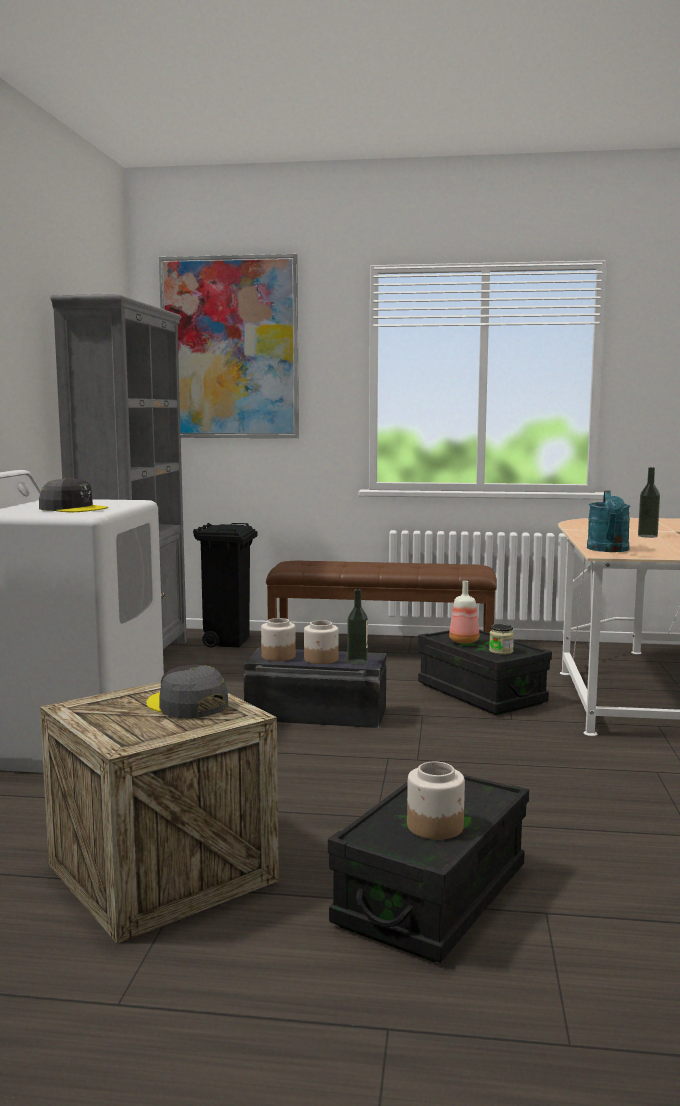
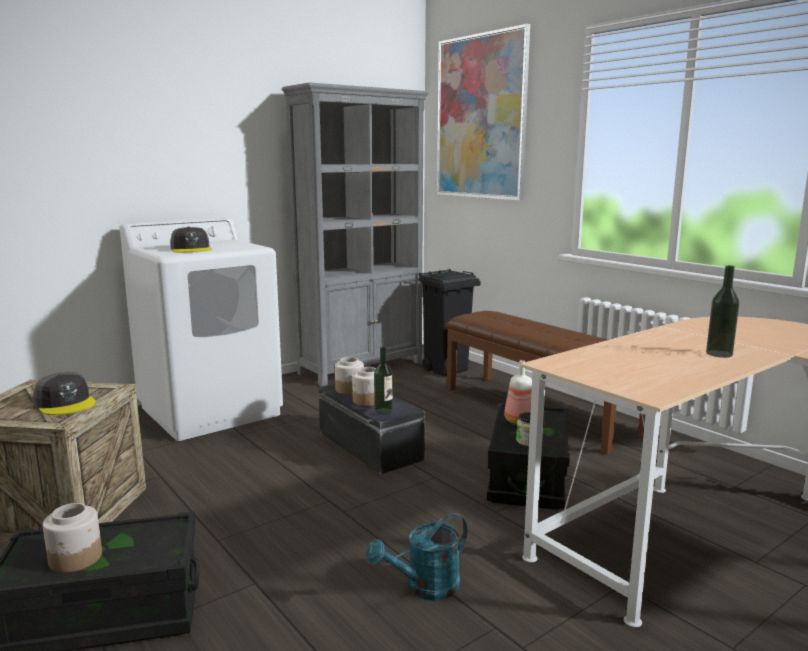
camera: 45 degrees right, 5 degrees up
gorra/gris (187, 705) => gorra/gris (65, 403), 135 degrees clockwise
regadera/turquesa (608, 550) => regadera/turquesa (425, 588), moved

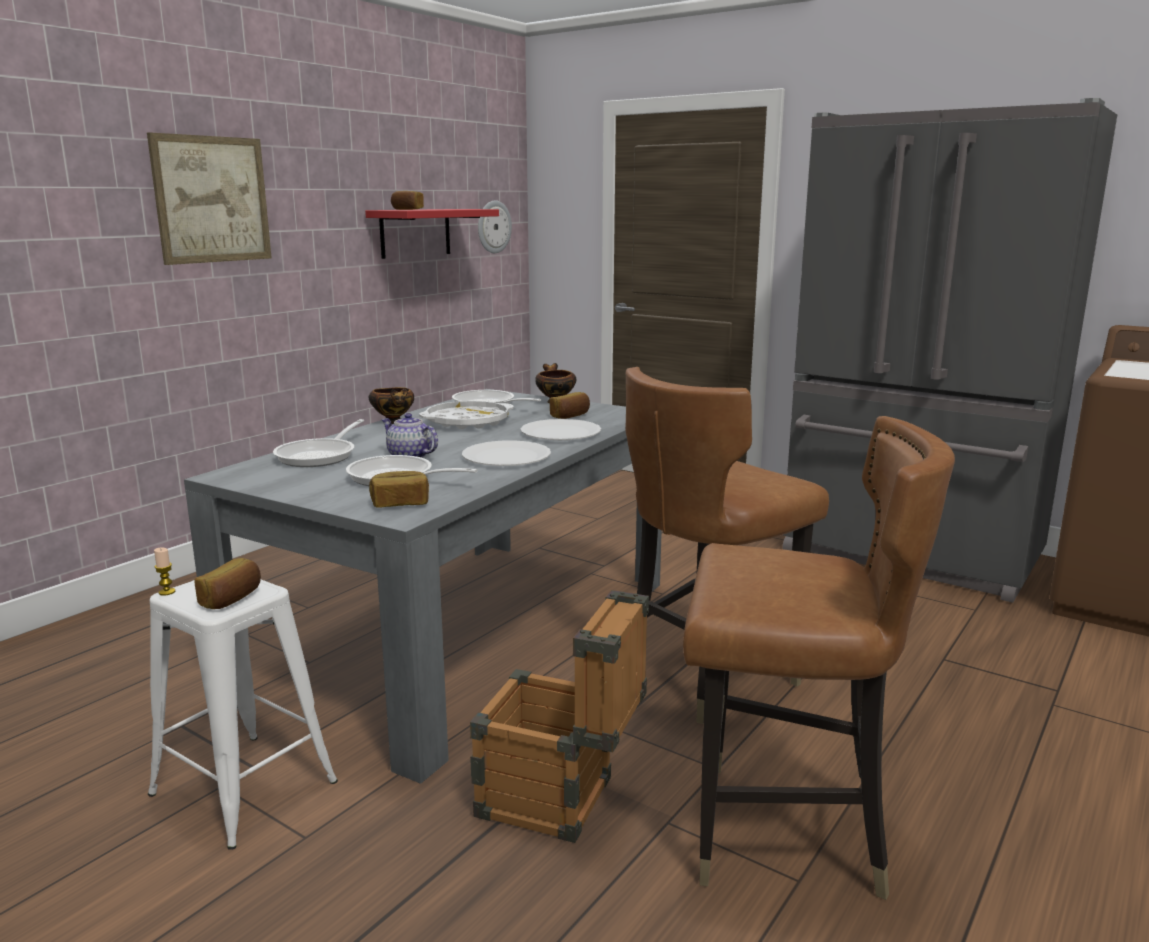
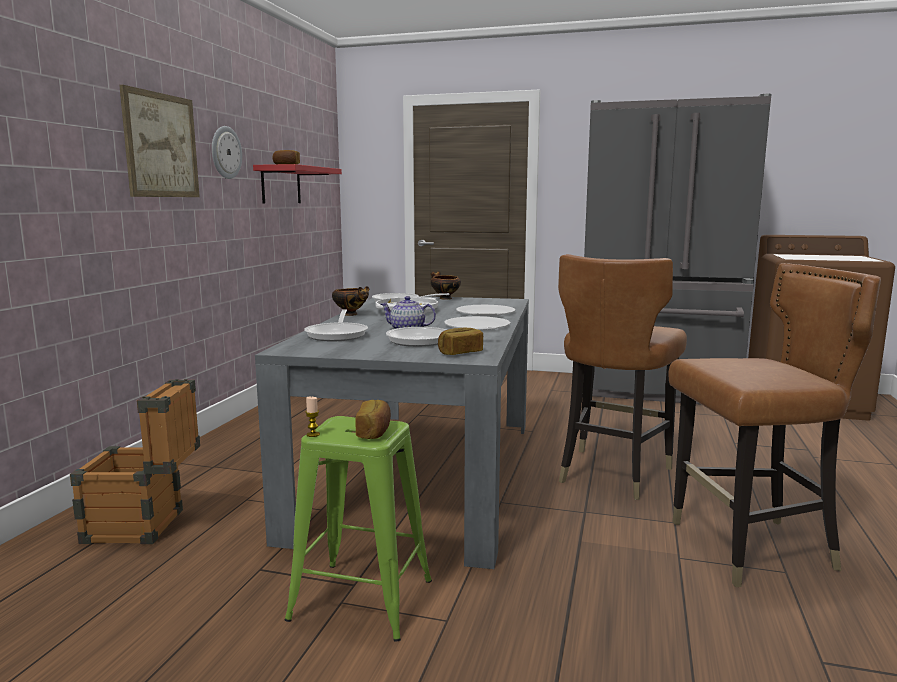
camera: 20 degrees left, 5 degrees down
taburete/blanco (244, 789) => taburete/verde (363, 600)
caja de embalaje (561, 802) => caja de embalaje (145, 527), moved
reloj de pared (493, 227) => reloj de pared (225, 152), moved
pan (570, 416) => nothing

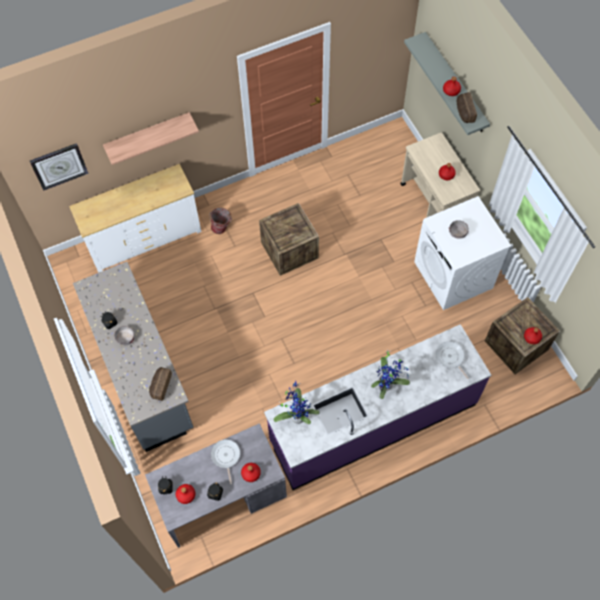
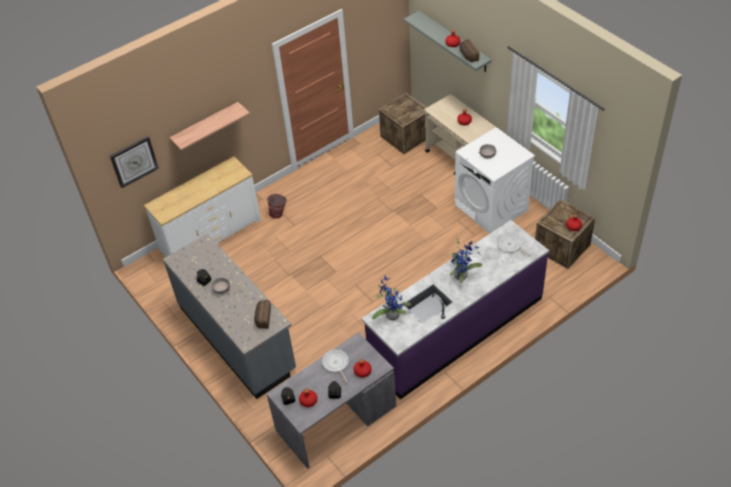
camera: 10 degrees left, 15 degrees down
caja de embalaje (289, 250) => caja de embalaje (405, 137), moved

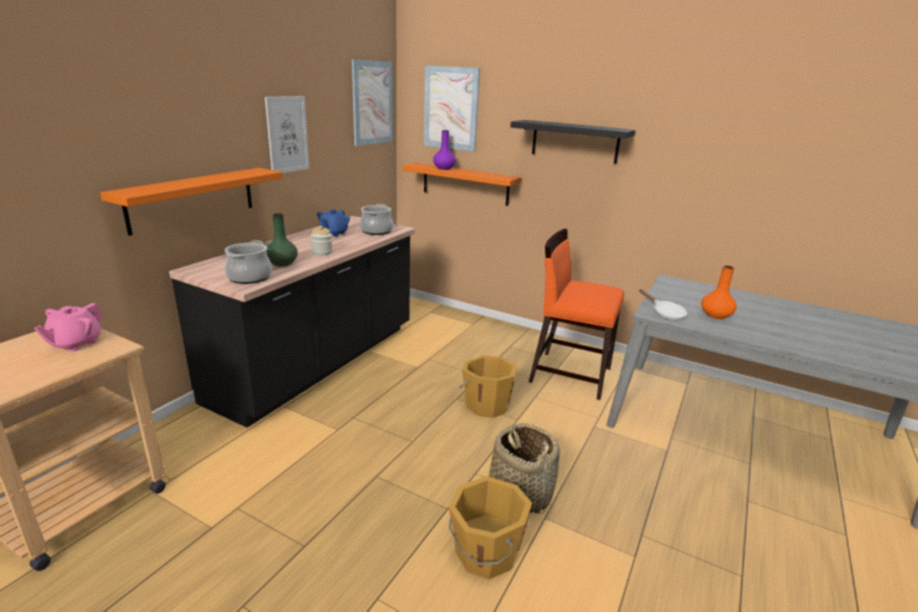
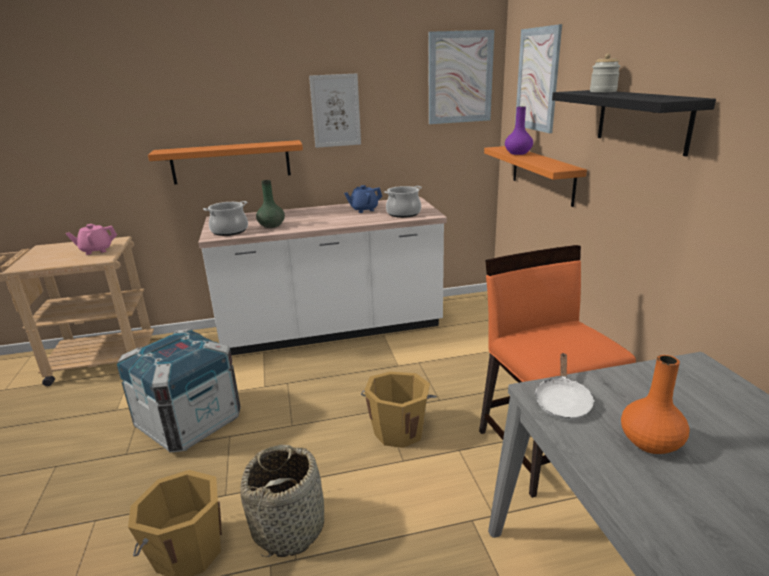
camera: 50 degrees right, 0 degrees up
mueble bajo de cocina/negro (318, 363) => mueble bajo de cocina/blanco (332, 329)
tarro (322, 252) => tarro (603, 91), moved
nothing => caja de embalaje (189, 422)

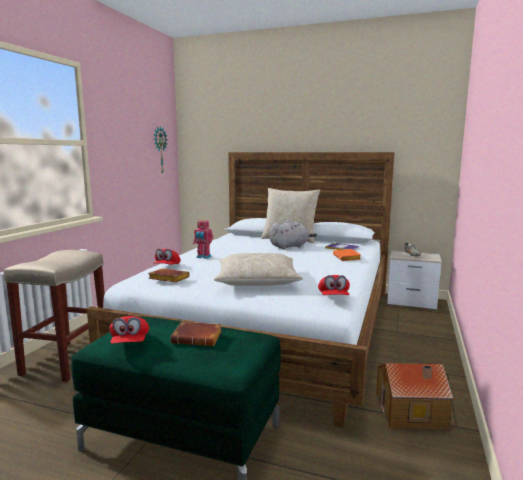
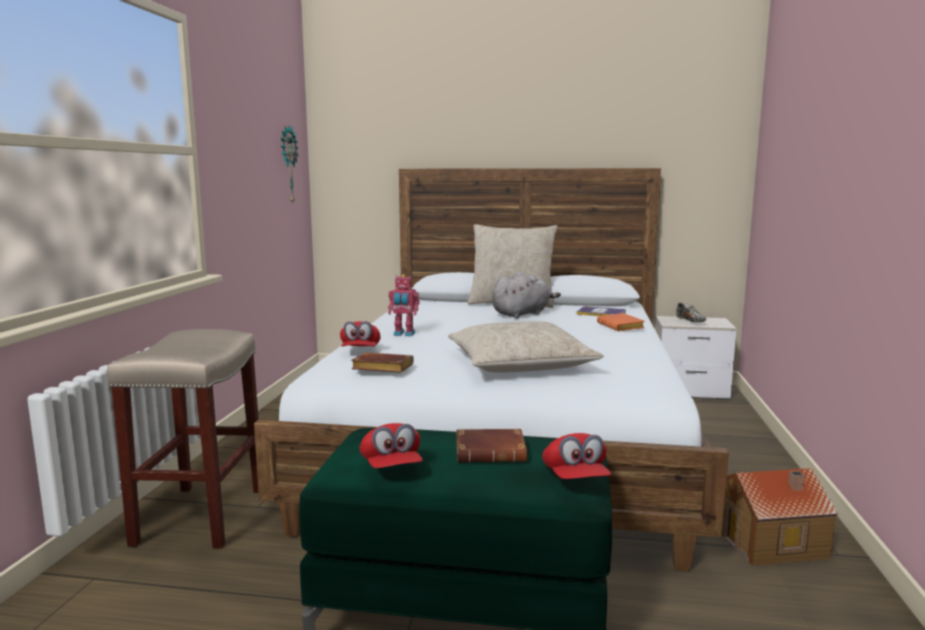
camera: 10 degrees left, 0 degrees up
gorra/rojo (333, 298) => gorra/rojo (575, 479), moved

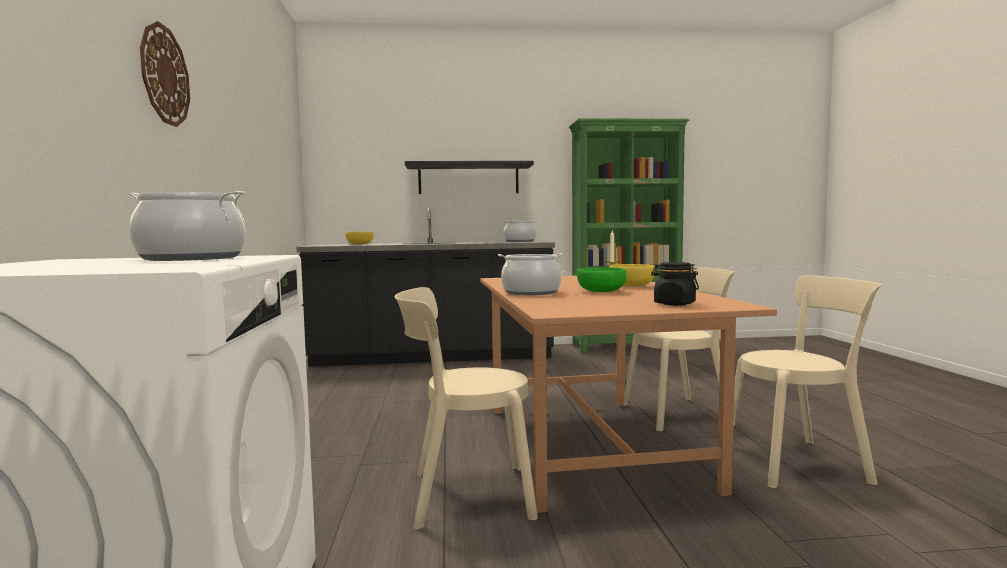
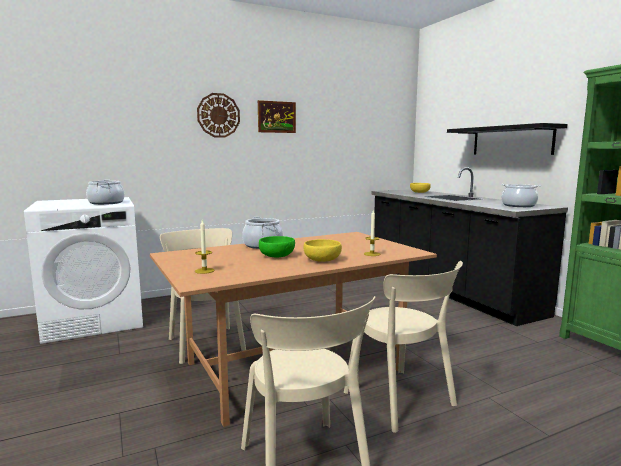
camera: 70 degrees right, 5 degrees up
tarro/negro (674, 304) => vela (204, 271)
nothing => cuadro (276, 117)

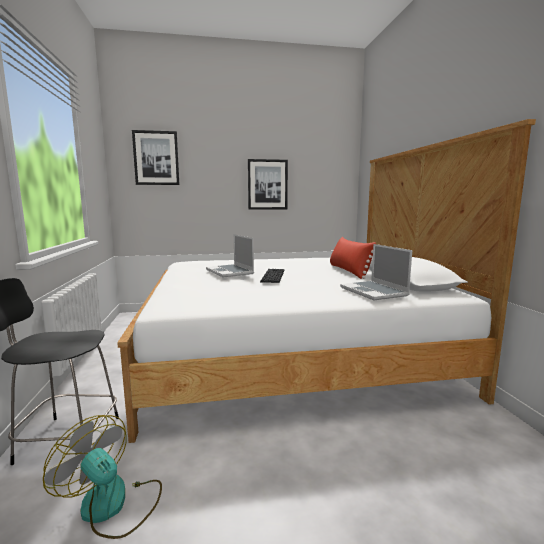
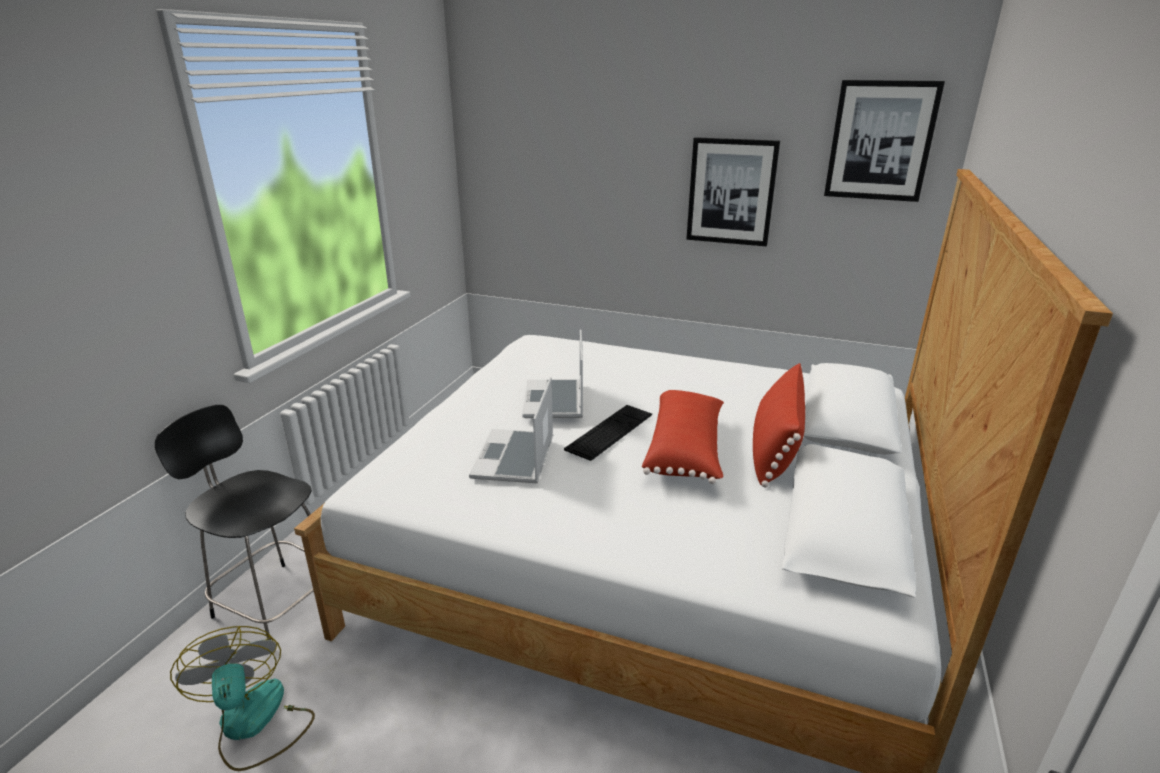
camera: 30 degrees right, 15 degrees up
cuadro (156, 158) => cuadro (880, 141), moved
portátil (374, 292) => portátil (515, 459), moved
nothing => cojín/rojo (686, 450)

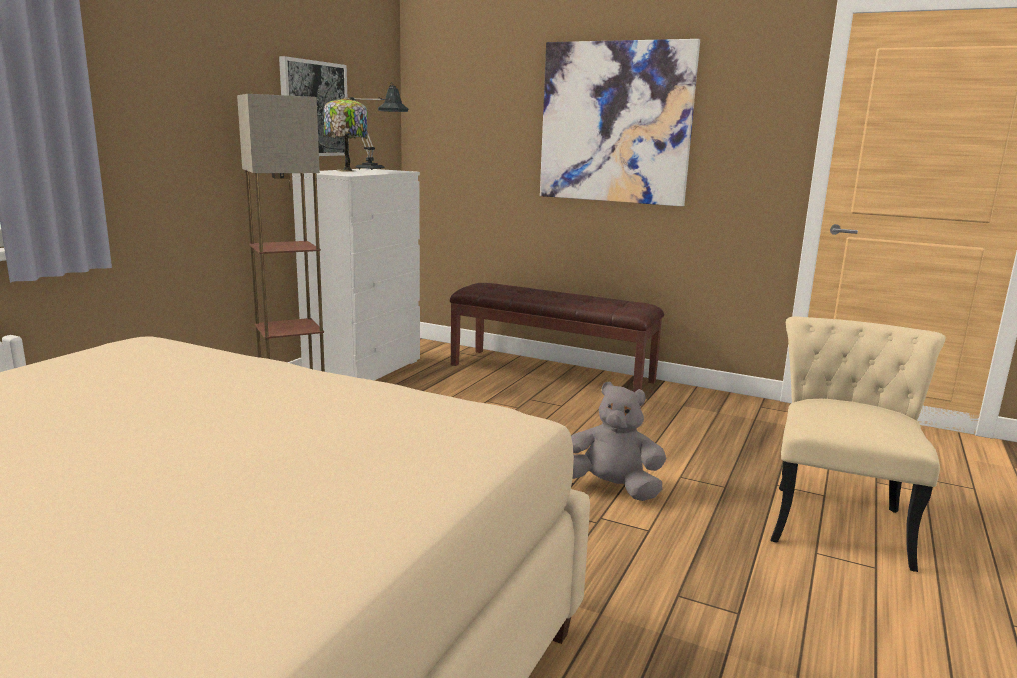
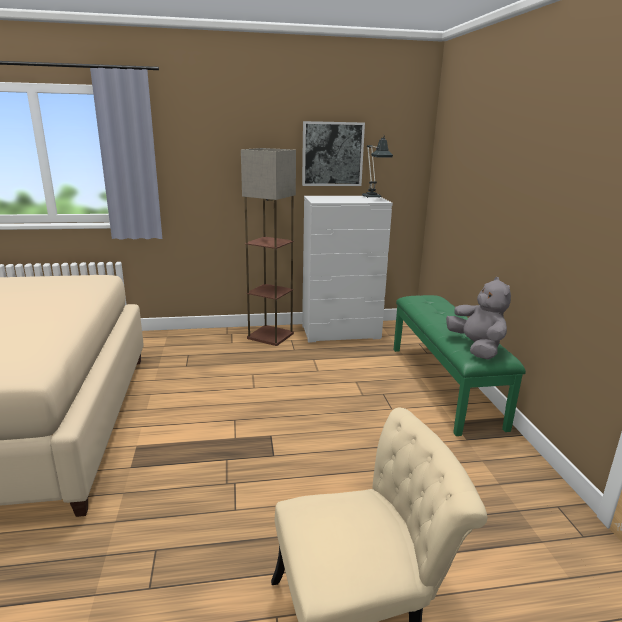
camera: 55 degrees right, 5 degrees up
lámpara de mesa (346, 171) => nothing
banco/marrón (552, 373) => banco/verde (444, 384)
cuadro (615, 123) => nothing
peluche/gris (611, 488) => peluche/gris (476, 348), moved

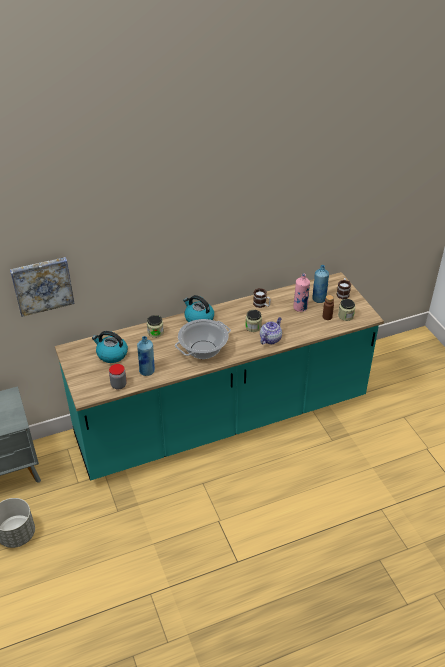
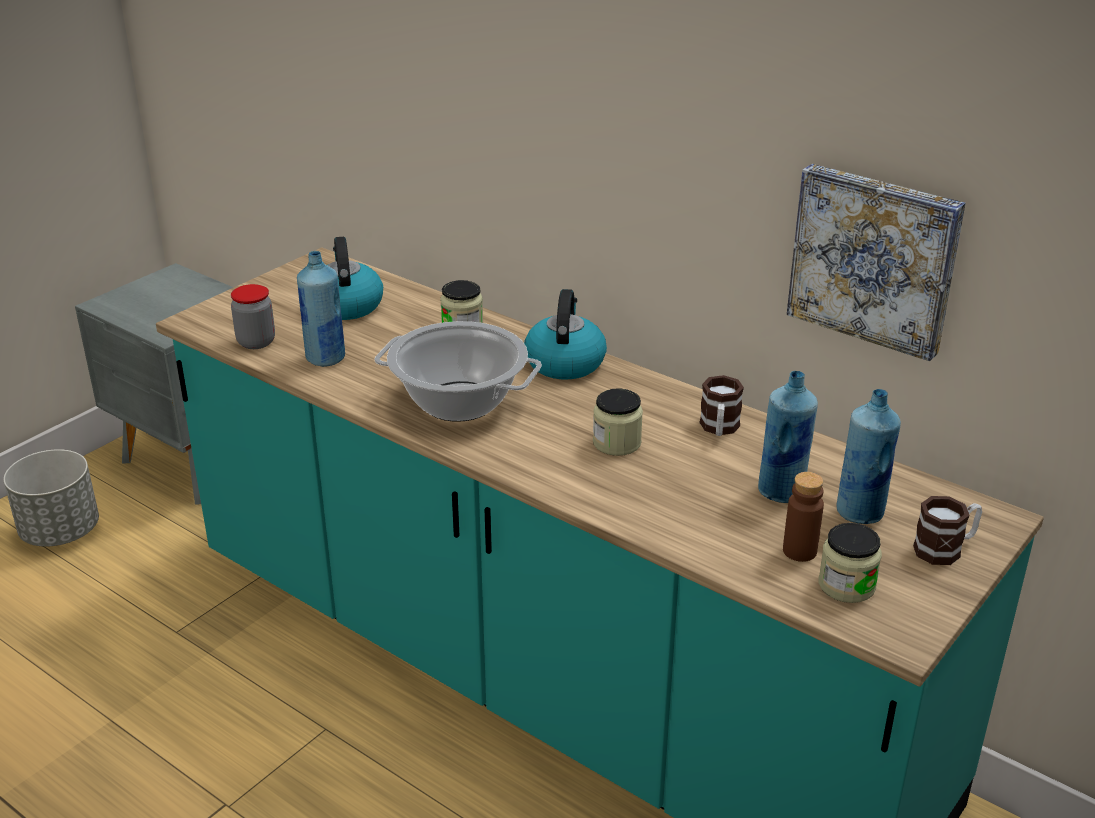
camera: 60 degrees right, 10 degrees down
cuadro (42, 285) => cuadro (875, 258), moved
tetera (270, 339) => nothing
botella/rosa (300, 308) => botella/azul (781, 492)

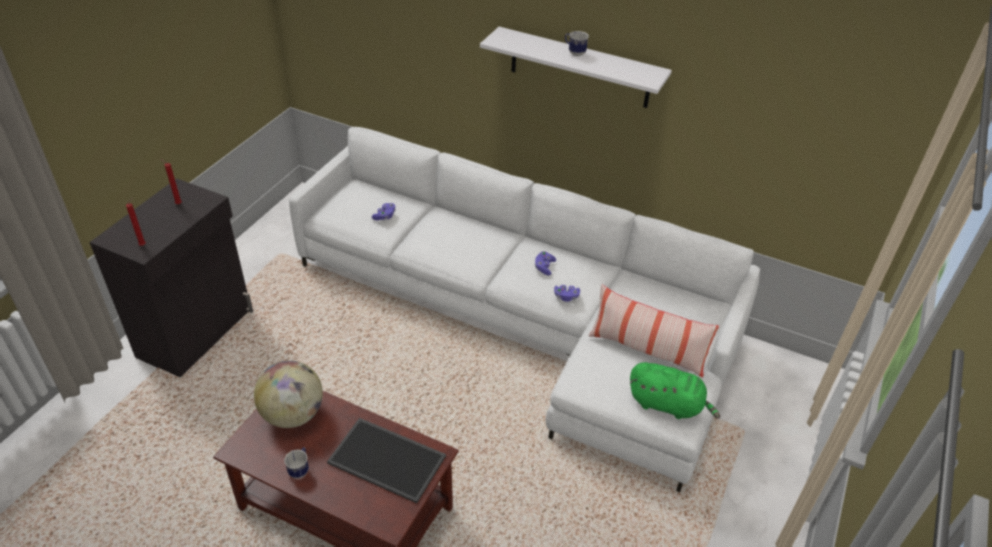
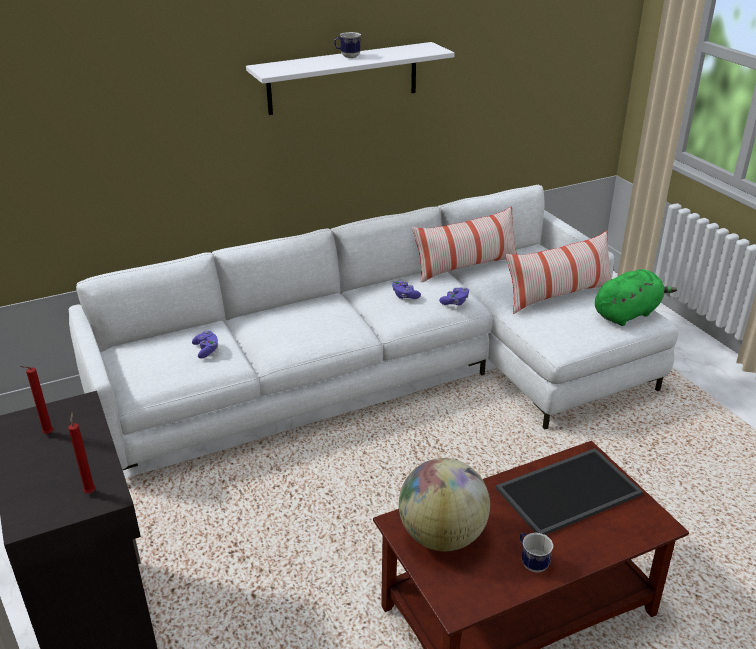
camera: 50 degrees left, 10 degrees down
nothing => cojín (466, 267)

